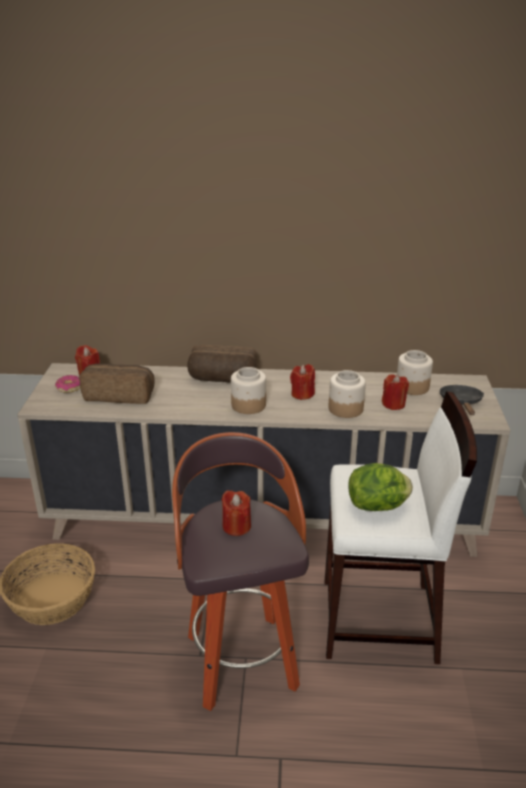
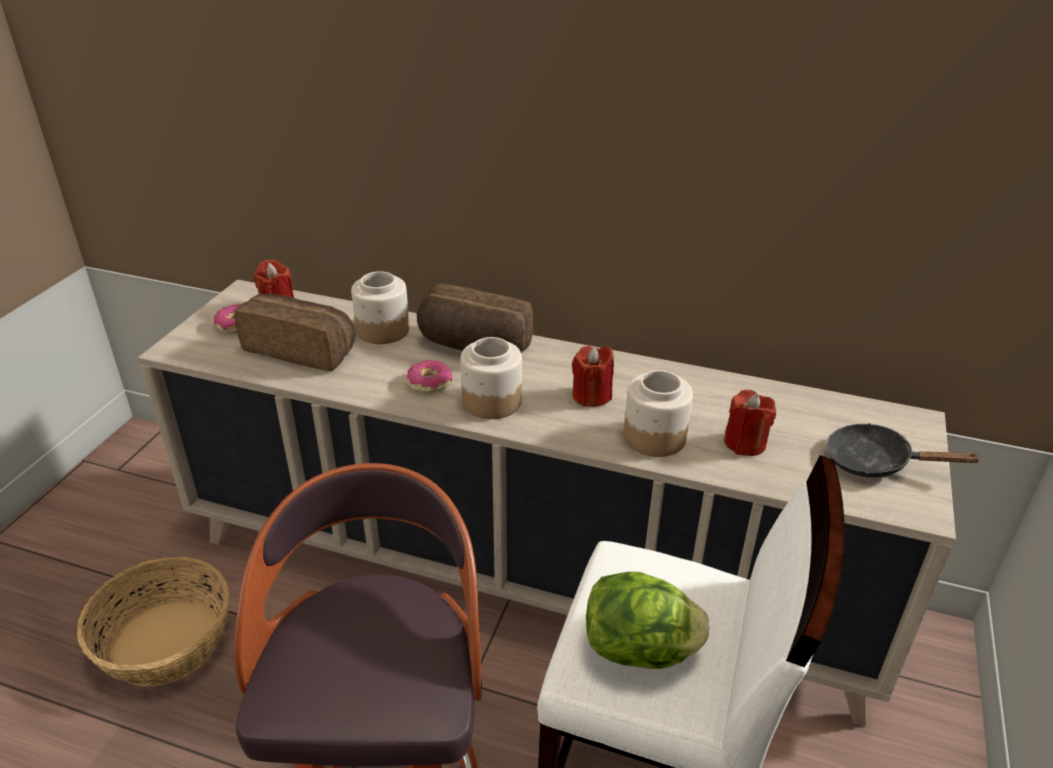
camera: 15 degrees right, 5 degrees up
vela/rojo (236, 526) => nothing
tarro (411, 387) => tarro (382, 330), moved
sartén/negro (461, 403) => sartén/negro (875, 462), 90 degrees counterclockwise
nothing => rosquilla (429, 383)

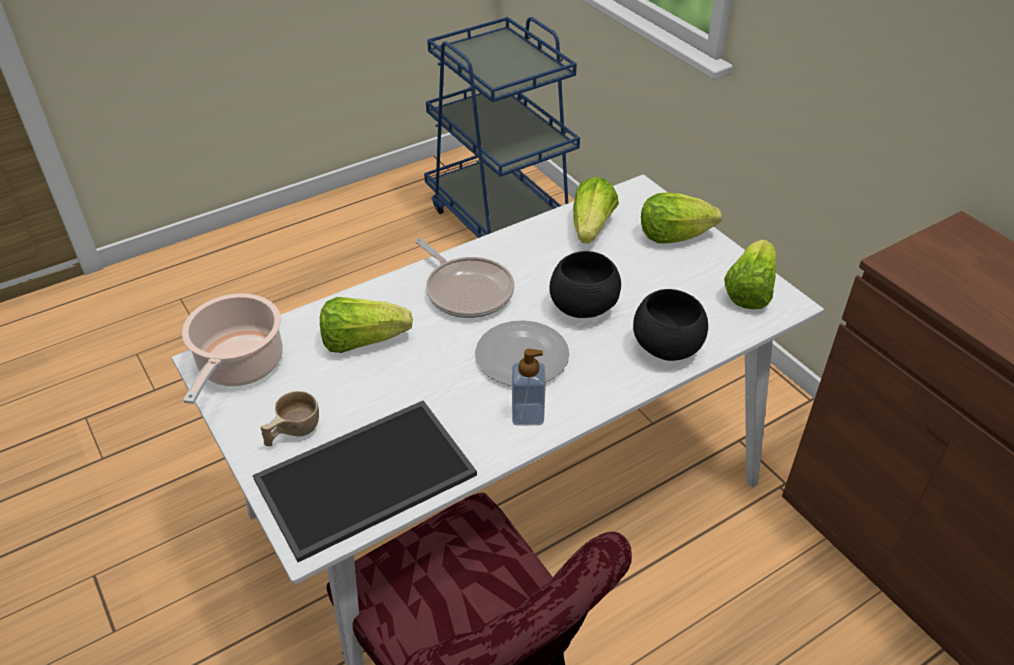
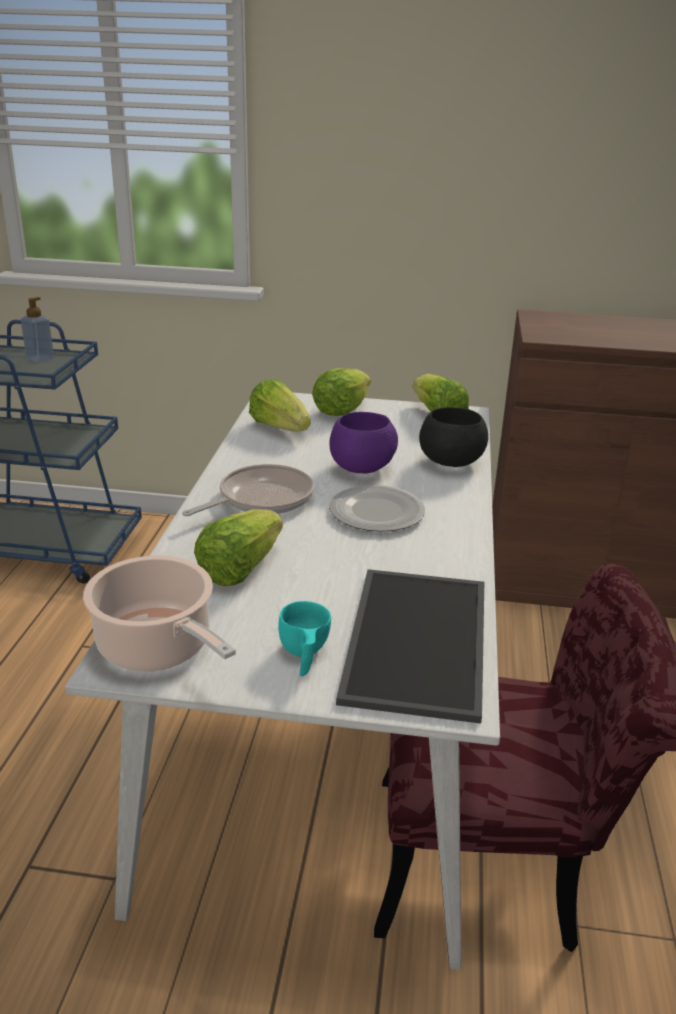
camera: 50 degrees left, 15 degrees down
taza/beis (292, 433) => taza/turquesa (303, 655)
sartén (466, 290) => sartén (261, 499), 45 degrees counterclockwise
dispensador de jabón (527, 414) => dispensador de jabón (40, 358), moved
cuenco/negro (584, 308) => cuenco/morado (363, 469)

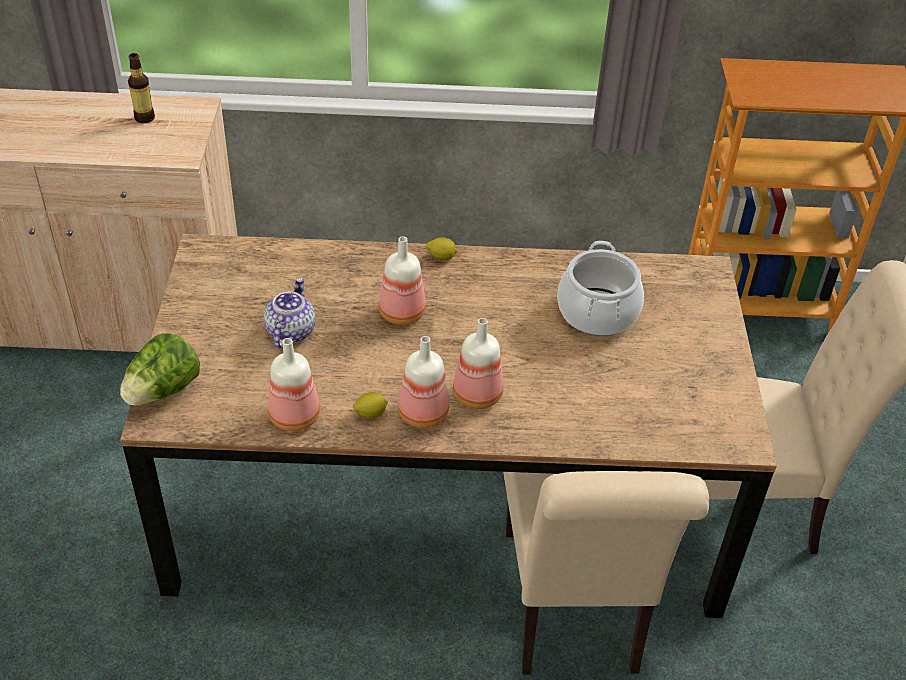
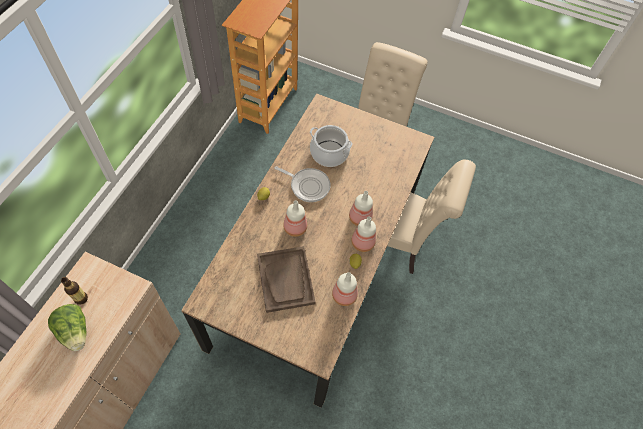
camera: 70 degrees left, 15 degrees up
lechuga (163, 391) => lechuga (75, 332), moved
tetera (290, 331) => bandeja/marrón (285, 280)
nothing => sartén (308, 185)

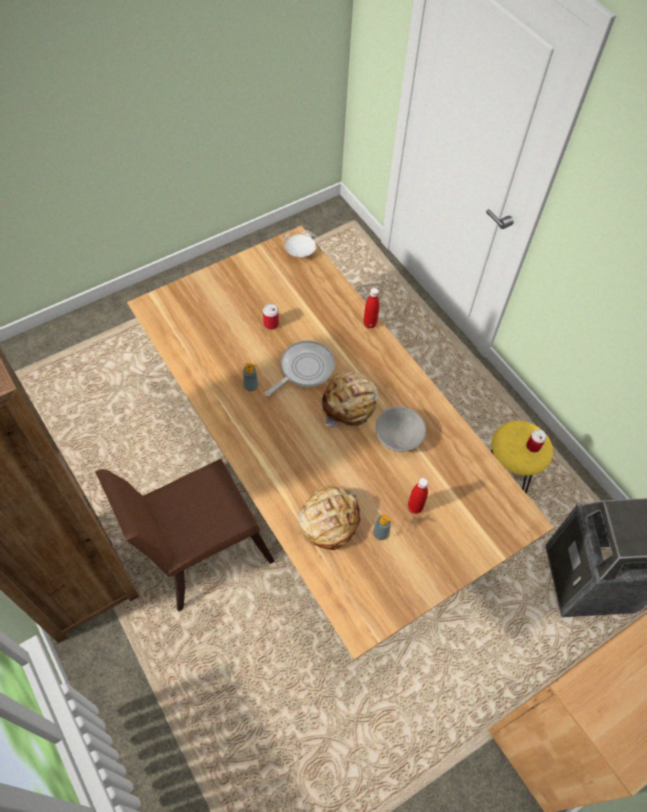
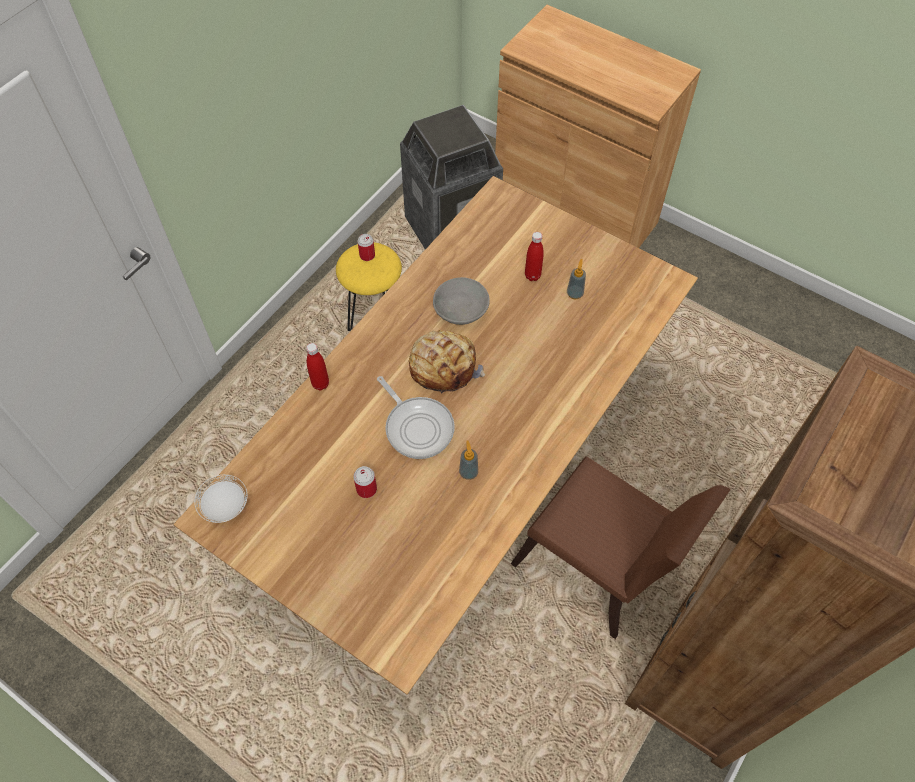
camera: 110 degrees left, 0 degrees up
sartén (304, 369) => sartén (417, 427), 150 degrees counterclockwise
pan (329, 520) => nothing

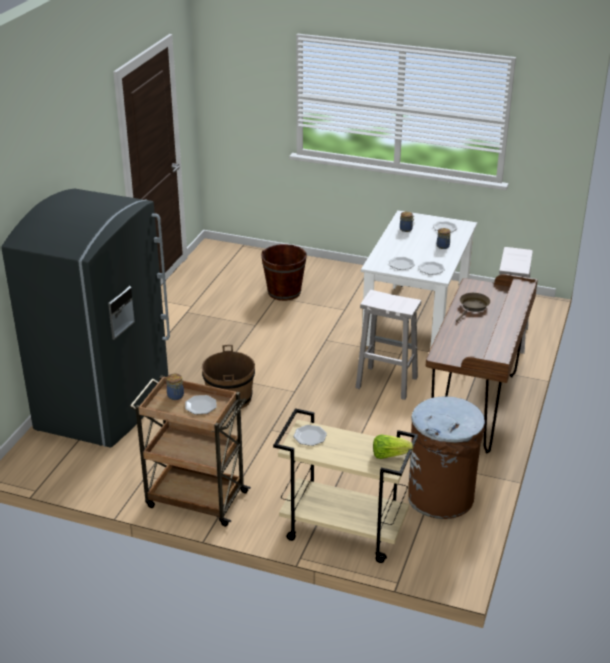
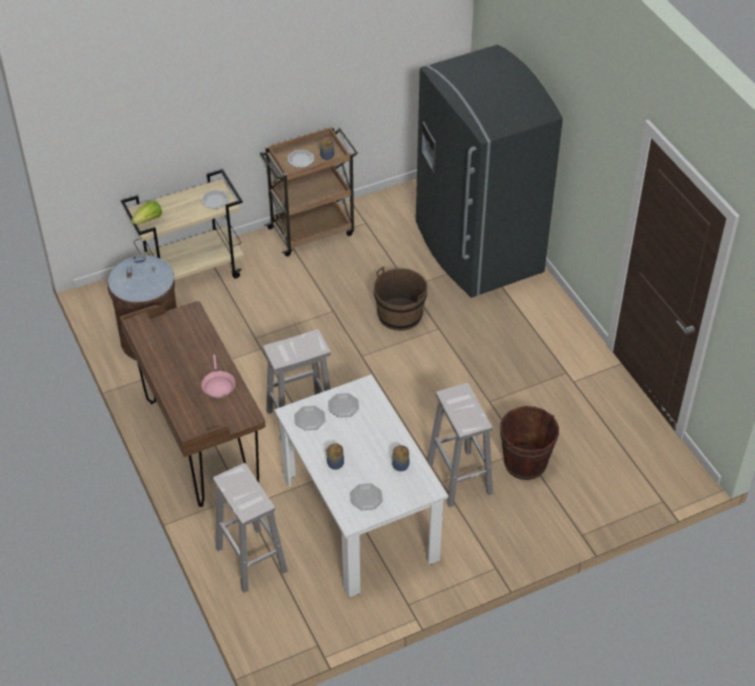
camera: 135 degrees right, 15 degrees up
sartén/marrón (473, 307) => sartén/rosa (218, 385)
nothing => taburete/blanco (460, 479)

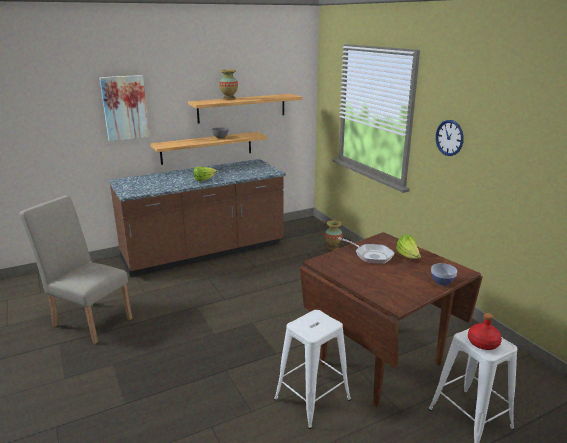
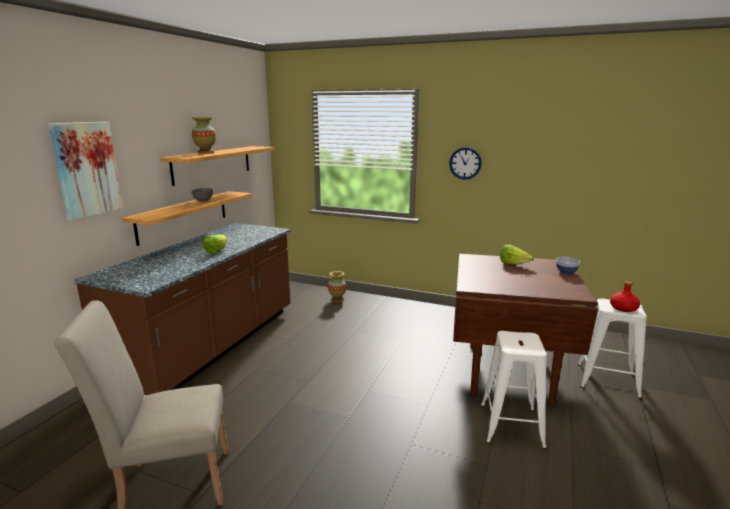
camera: 40 degrees left, 5 degrees down
sartén (371, 255) => nothing

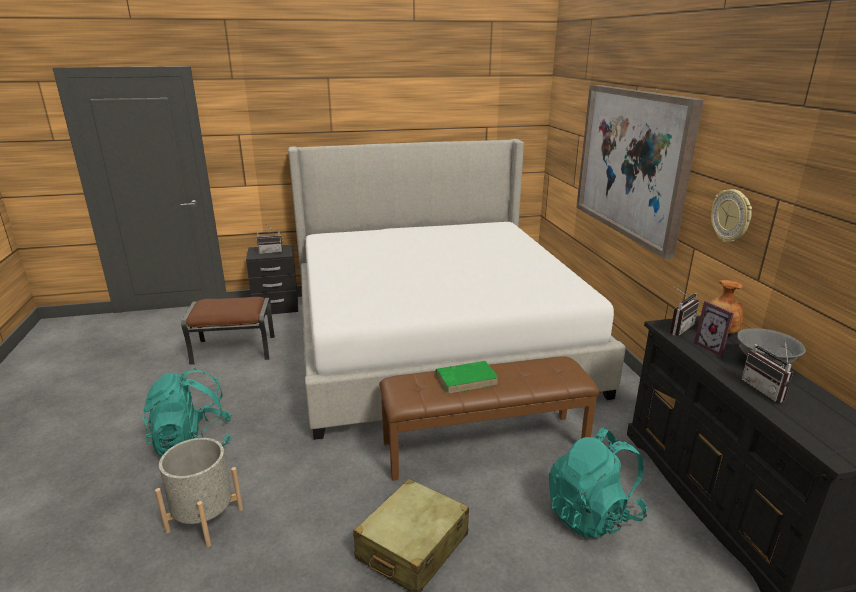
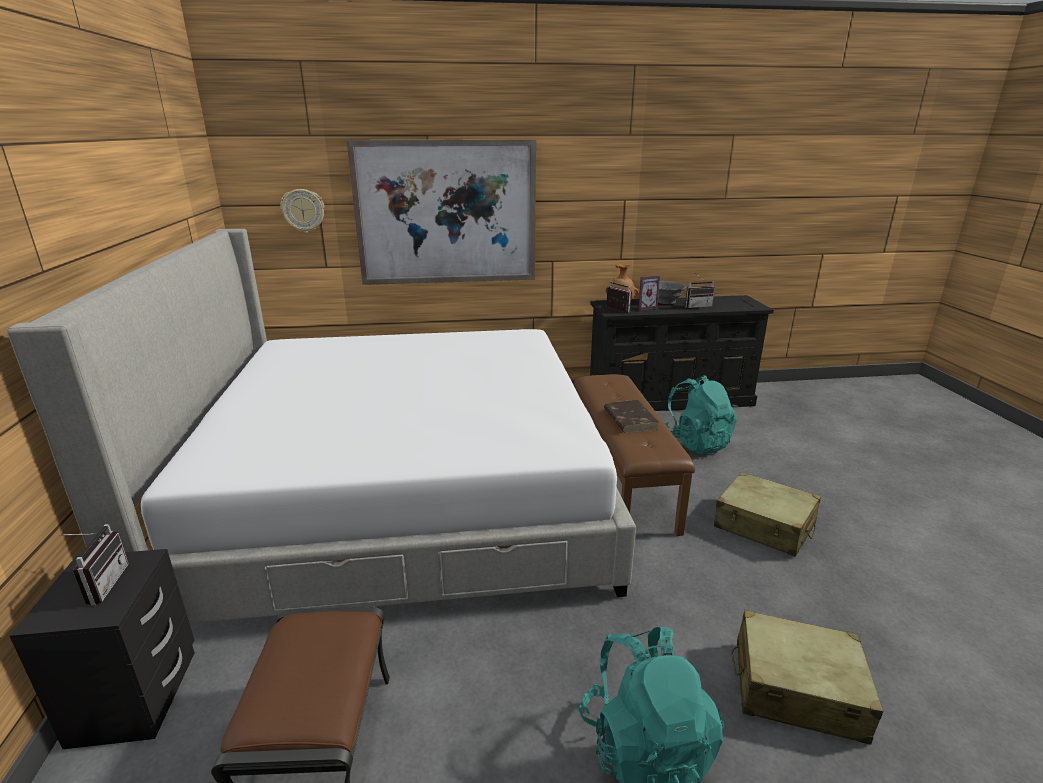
camera: 85 degrees left, 0 degrees up
maceta/gris (205, 520) => maleta/beis (796, 689)
libro/verde (467, 379) => libro/marrón (629, 419)
reloj de pared (731, 216) => reloj de pared (303, 210), moved

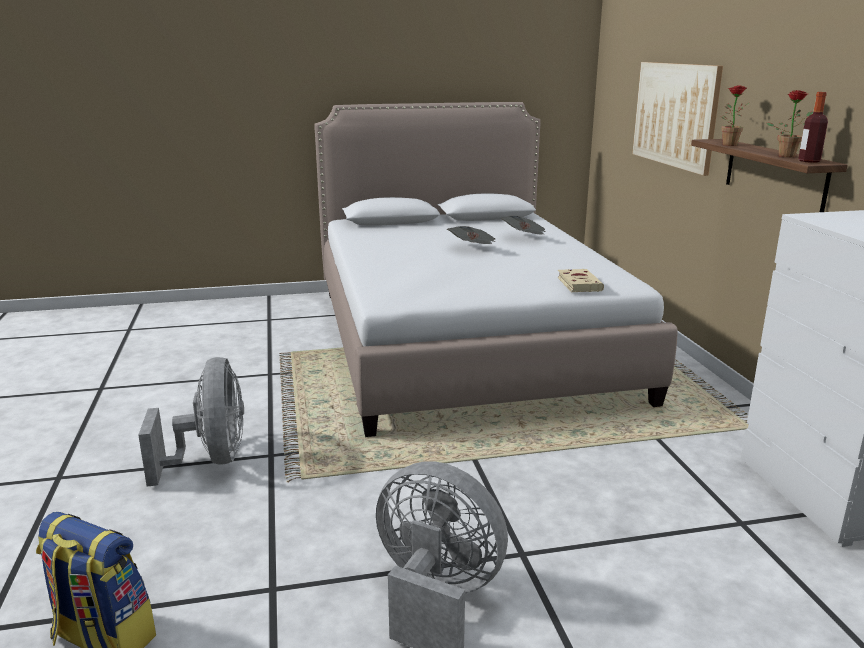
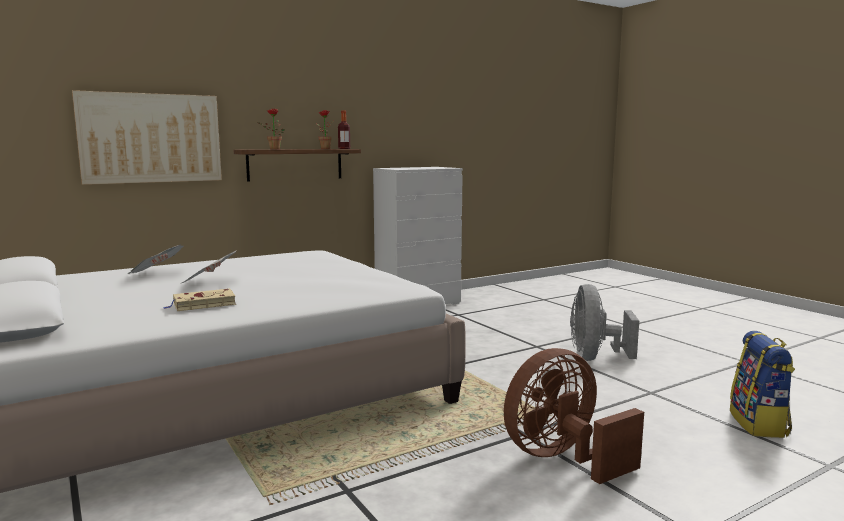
camera: 110 degrees left, 10 degrees down
ventilador/gris (211, 460) => ventilador/marrón (562, 458)
libro/beis (578, 284) => libro/beis (202, 304), moved

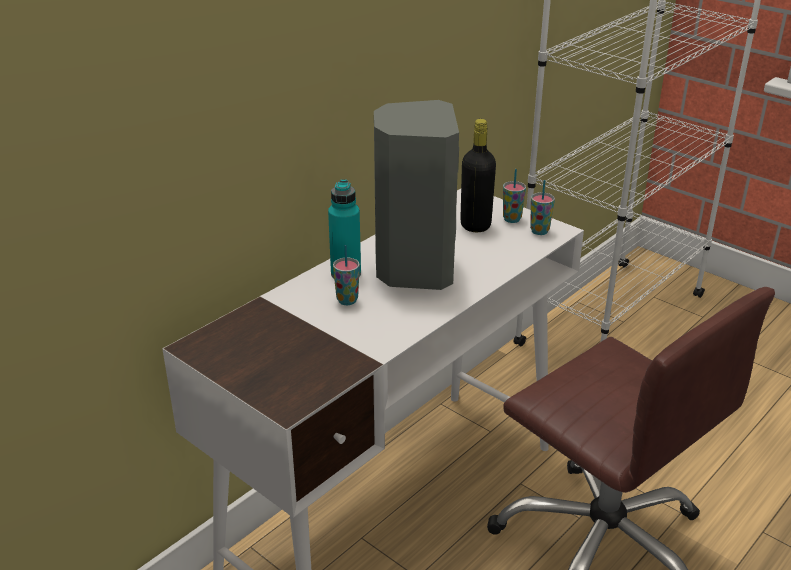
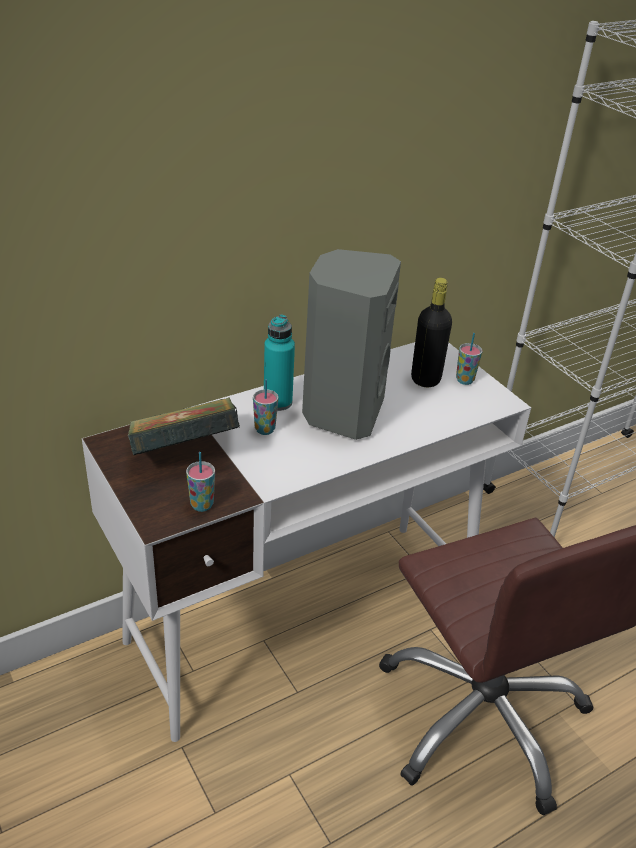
camera: 15 degrees right, 5 degrees up
taza (539, 231) => taza (202, 505), moved
nothing => libro (185, 452)

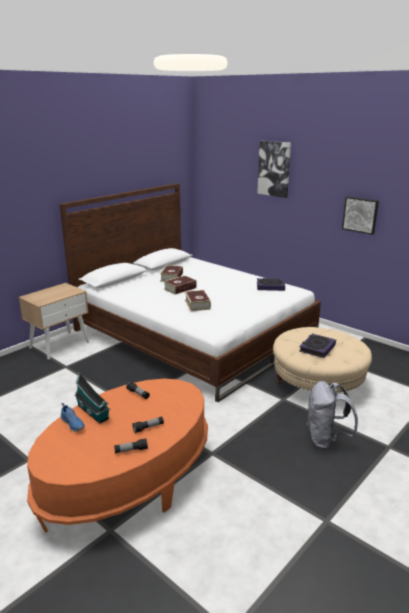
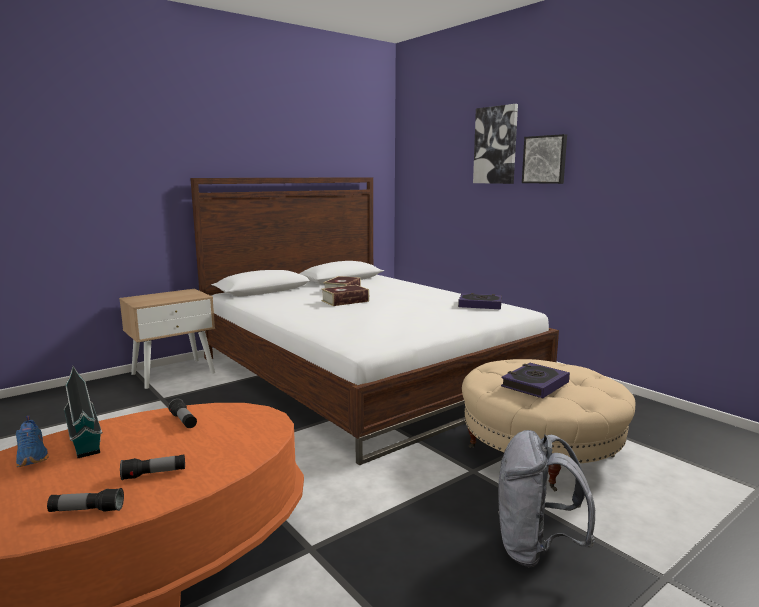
camera: 10 degrees right, 10 degrees down
libro (197, 304) => nothing
cuadro (360, 214) => cuadro (545, 159), moved

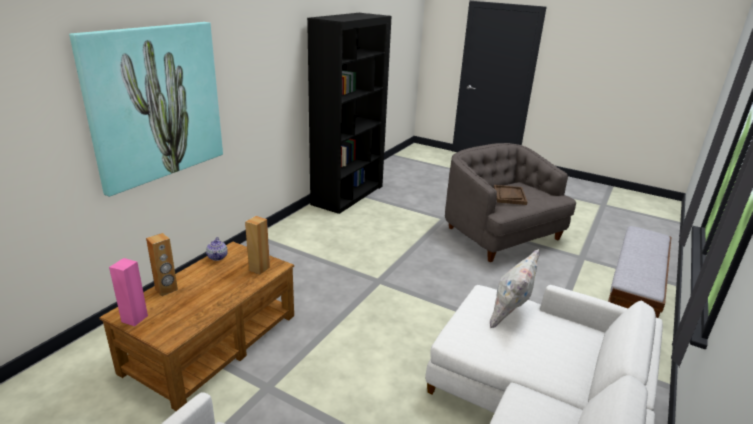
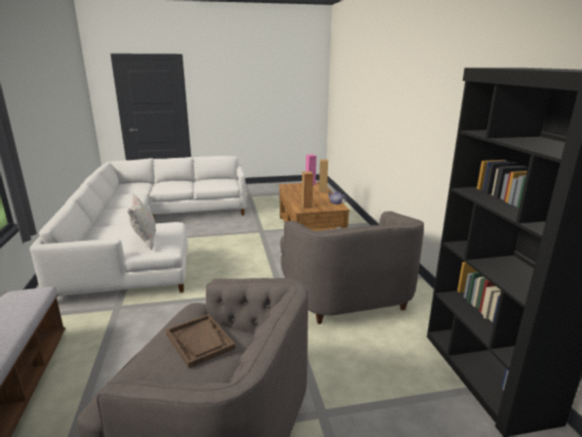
camera: 140 degrees right, 5 degrees down
cuadro (155, 103) => nothing
nothing => sillón/gris (346, 294)

